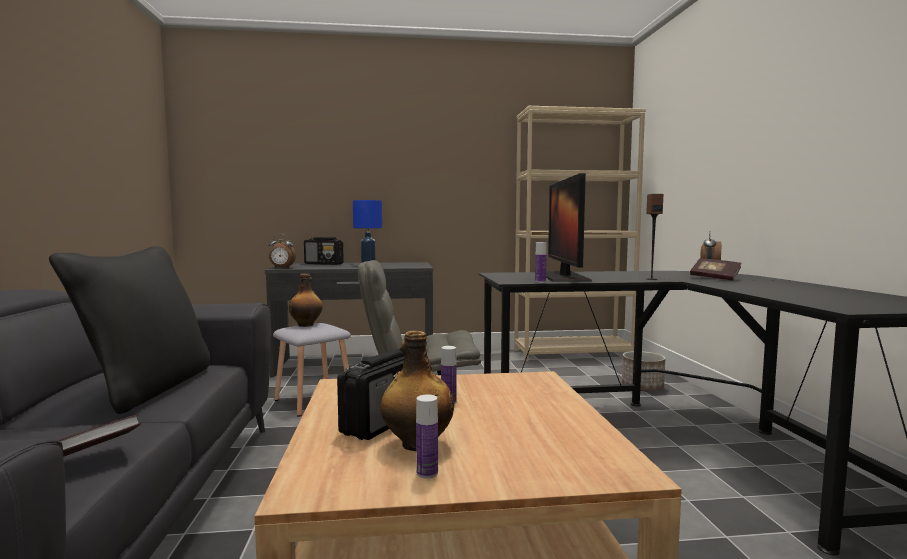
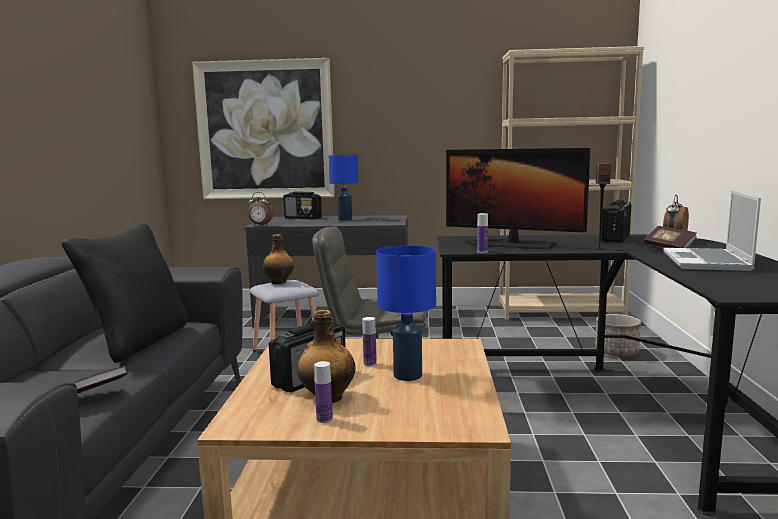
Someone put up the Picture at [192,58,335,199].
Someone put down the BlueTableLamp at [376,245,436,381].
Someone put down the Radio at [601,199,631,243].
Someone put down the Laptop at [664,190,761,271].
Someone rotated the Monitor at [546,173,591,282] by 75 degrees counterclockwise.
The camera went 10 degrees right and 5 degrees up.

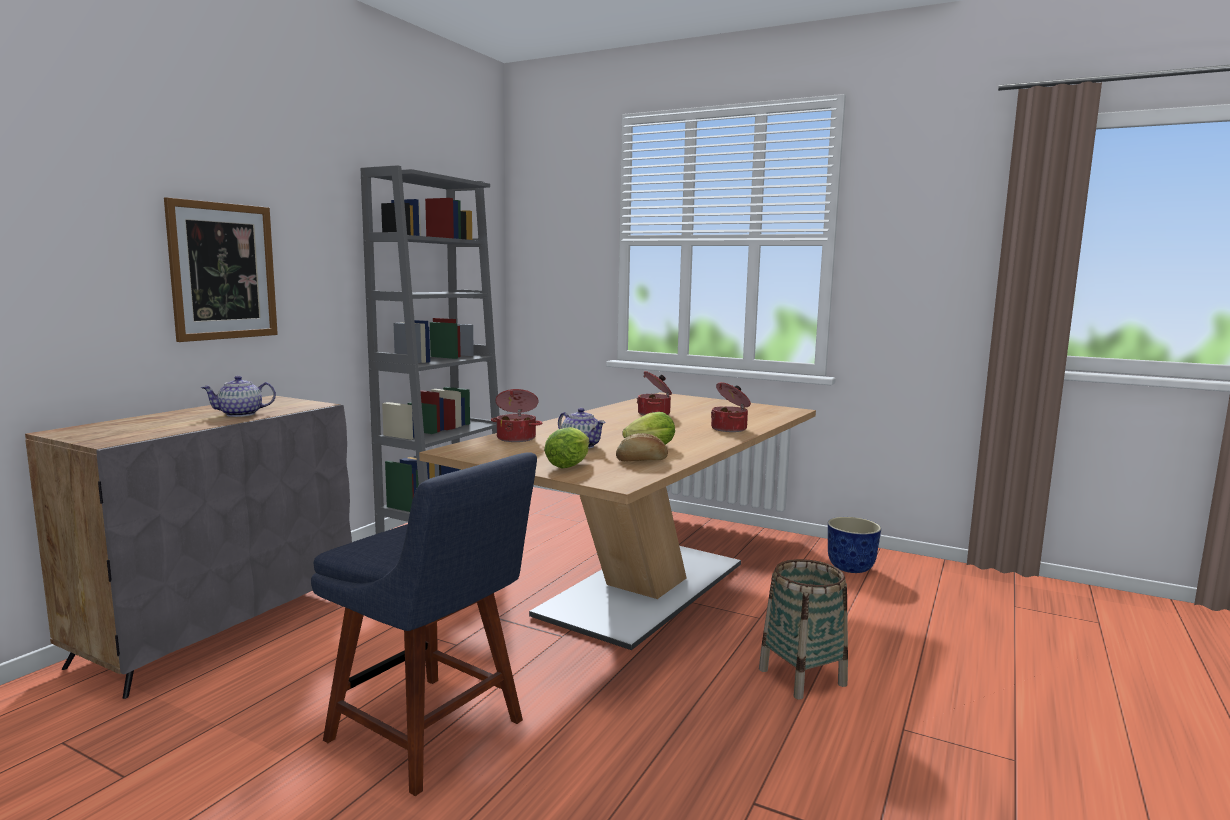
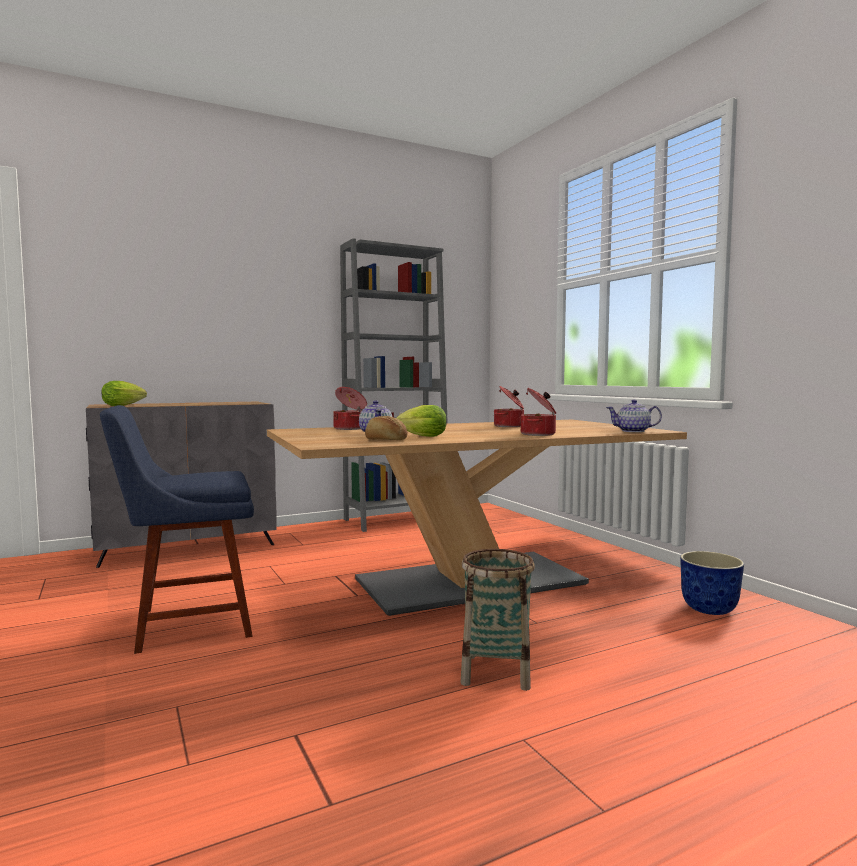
Someone took away the Picture at [164,197,278,342].
Someone carried the Teapot from [201,376,276,417] to [606,400,662,432].
Someone carried the Lettuce from [544,427,589,469] to [102,381,147,406].
Someone rotated the BlueChair at [311,452,537,796] by 90 degrees clockwise.
The camera went 35 degrees right and 5 degrees down.

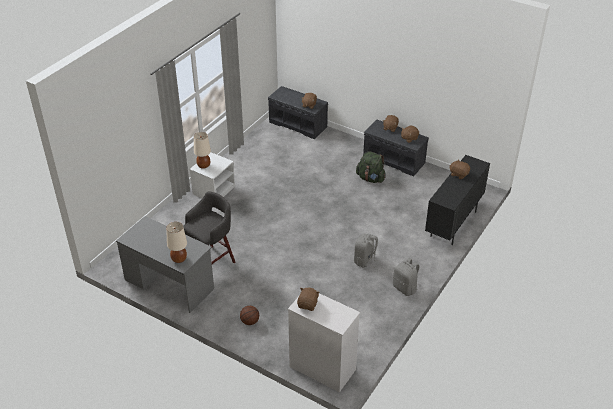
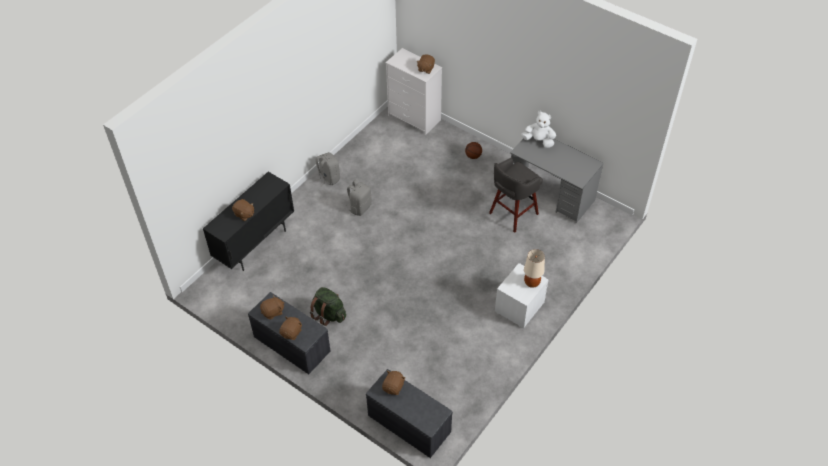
Someone swapped the BeigeTableLamp at [166,222,187,263] for the WhitePlushToy at [521,111,556,148].
The camera went 175 degrees left and 10 degrees up.

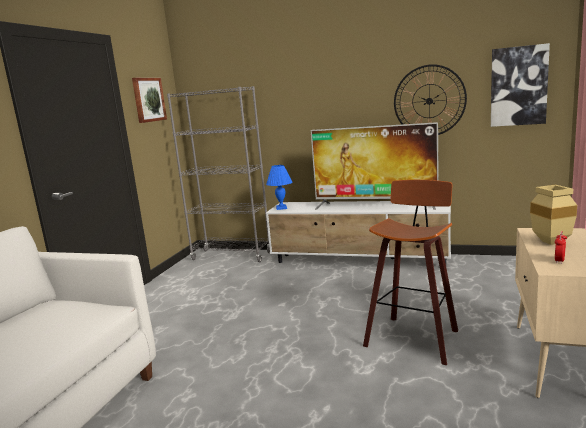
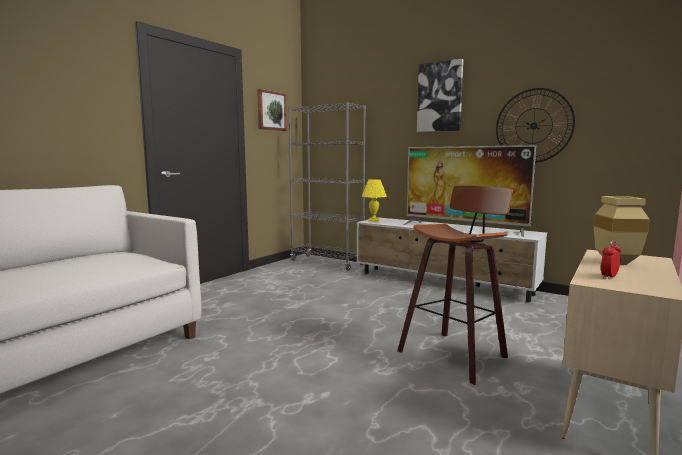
Someone carried the Picture from [491,43,550,127] to [417,59,463,132].
Someone repainted the BlueTableLamp at [266,165,292,210], which became the YellowTableLamp at [362,179,387,222].
The camera went 15 degrees right and 5 degrees down.

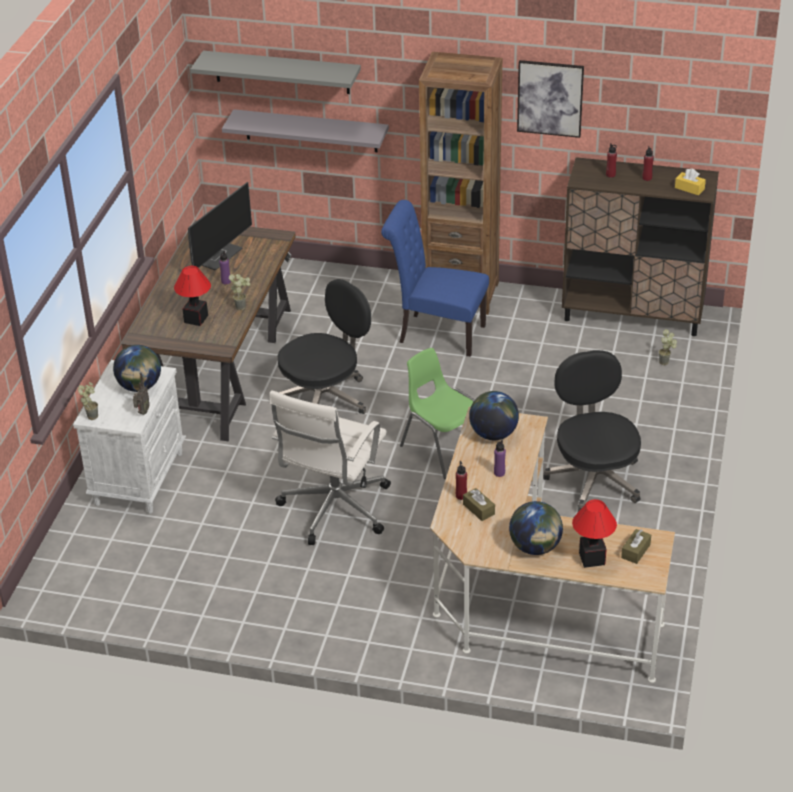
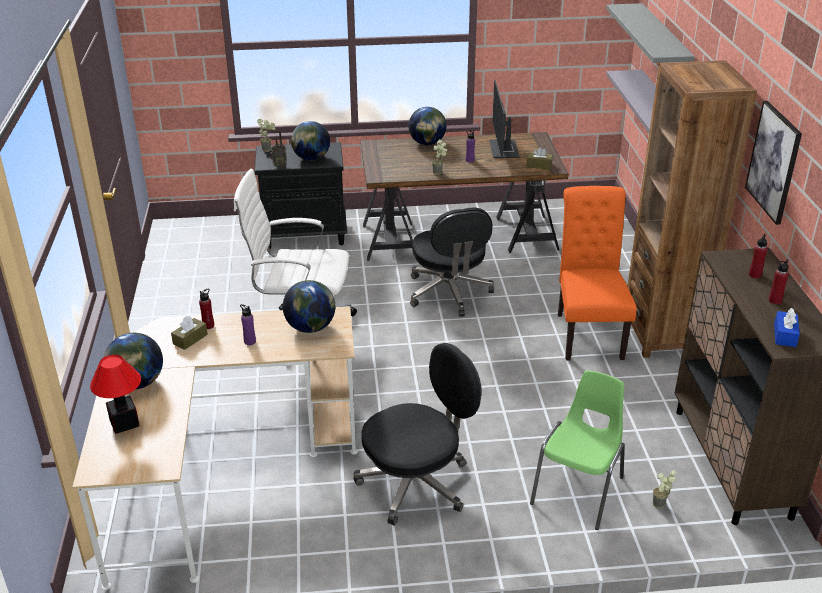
Someone took away the TableLamp at [174,266,211,326].
Someone put down the Globe at [408,107,446,145].
Someone carried the GreenChair from [400,348,475,479] to [530,370,625,530].
Someone carried the BrownTissueBox from [621,529,651,564] to [527,147,553,169].
Someone repainted the WhiteNightstand at [73,360,186,514], which became the BlackNightstand at [254,142,347,249].
Someone repainted the BlueChair at [381,200,489,357], which became the OrangeChair at [558,186,637,361].
Someone repainted the YellowTissueBox at [675,168,706,195], which became the BlueTissueBox at [774,308,800,347].
Someone rotated the Monitor at [188,182,252,271] by 75 degrees clockwise.
Someone rotated the BlackOfficeChair at [278,279,371,414] by 45 degrees clockwise.
The camera went 70 degrees right and 5 degrees down.

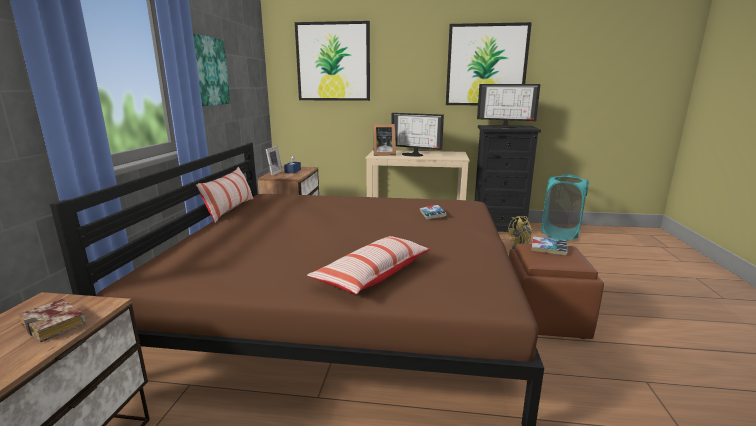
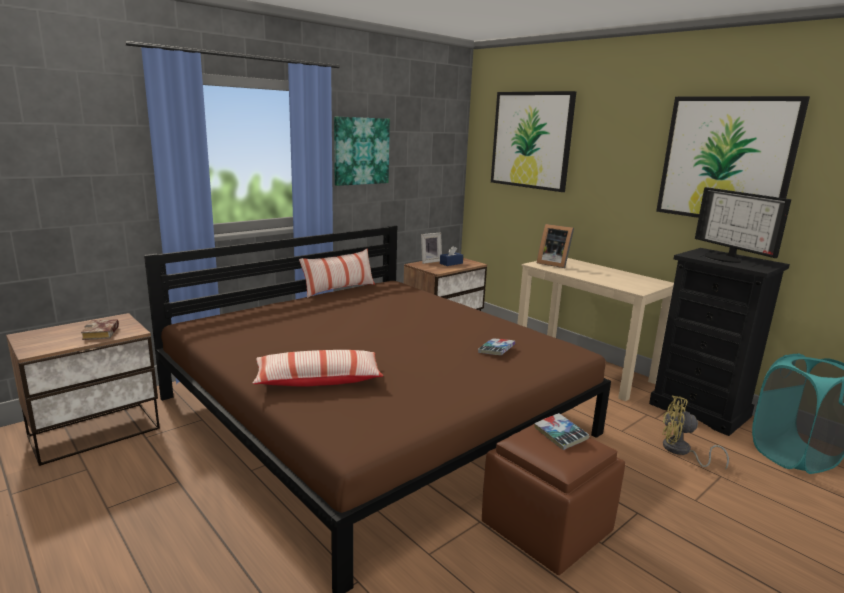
Someone took away the Monitor at [391,113,444,157].
The camera went 40 degrees right and 0 degrees up.

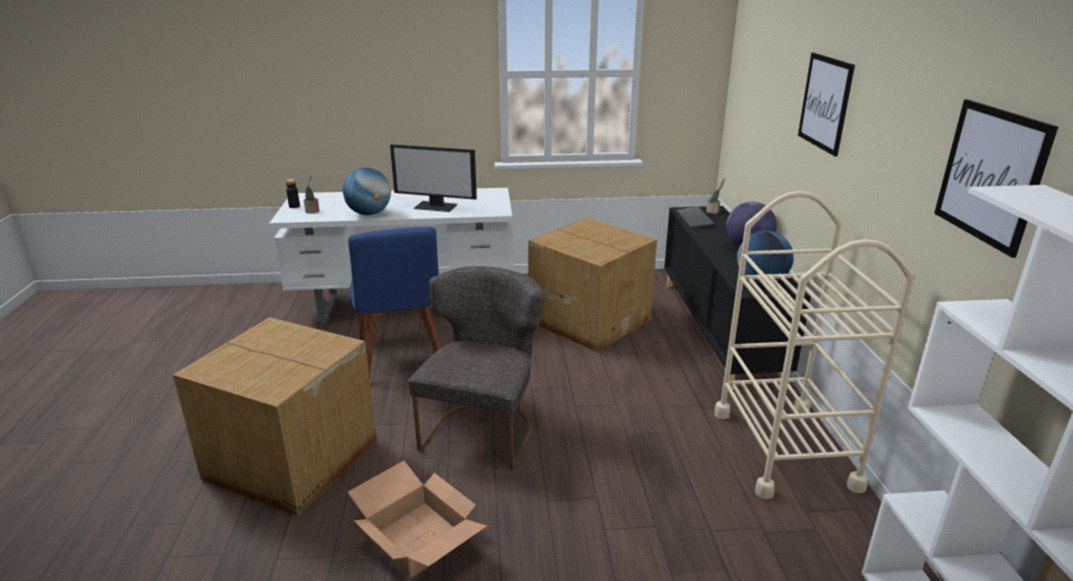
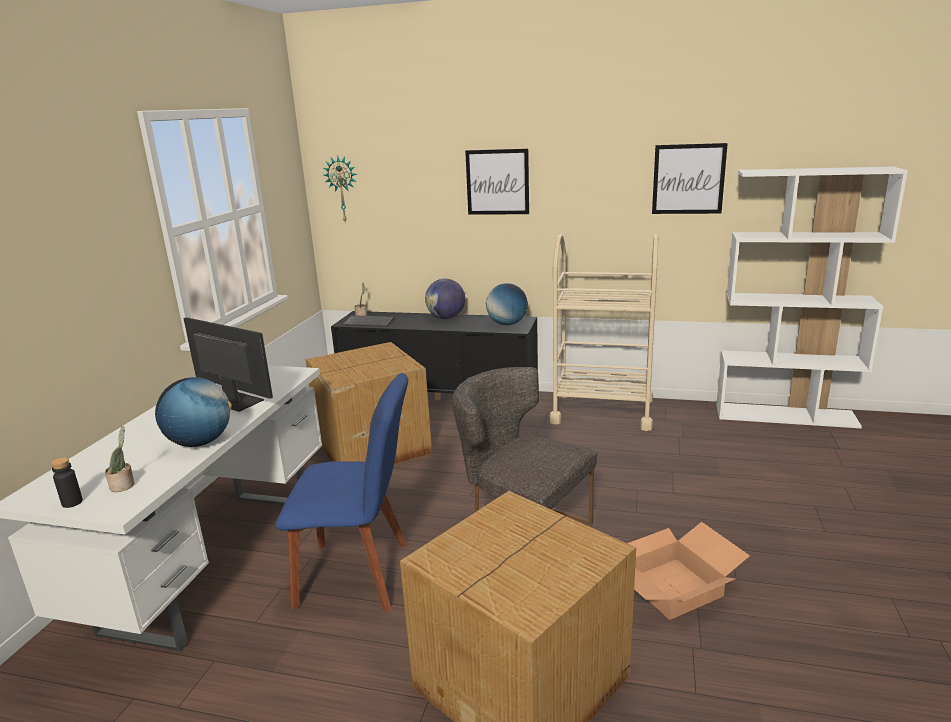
Someone put up the WallClock at [324,156,357,224].
Someone rotated the Monitor at [390,144,477,212] by 90 degrees counterclockwise.
The camera went 70 degrees left and 5 degrees down.

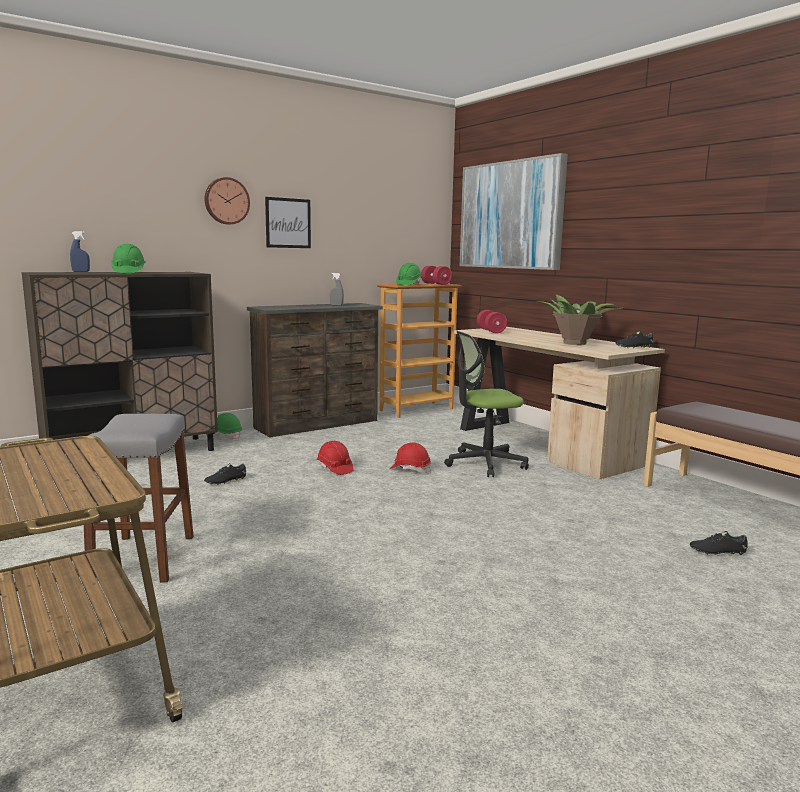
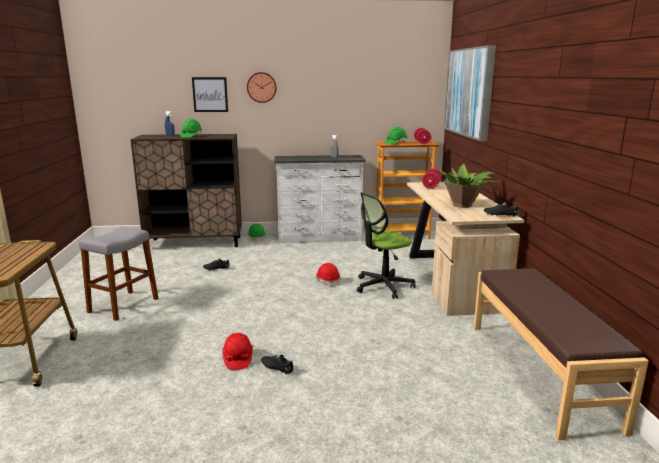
Someone carried the Picture from [265,197,311,248] to [192,77,228,112].
Someone carried the RedHardHat from [317,441,354,475] to [222,333,253,370].
Someone carried the BlackShoe from [690,531,748,555] to [261,355,293,375].
Someone repainted the BrownDresser at [247,303,383,438], which became the WhiteDresser at [274,155,366,243].
Someone rotated the OfficeChair at [444,331,529,477] by 45 degrees counterclockwise.
The camera went 30 degrees right and 5 degrees up.

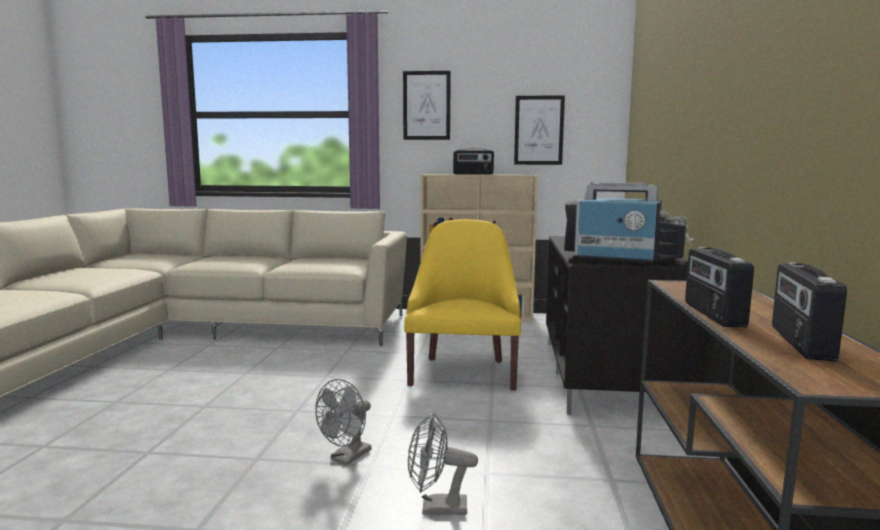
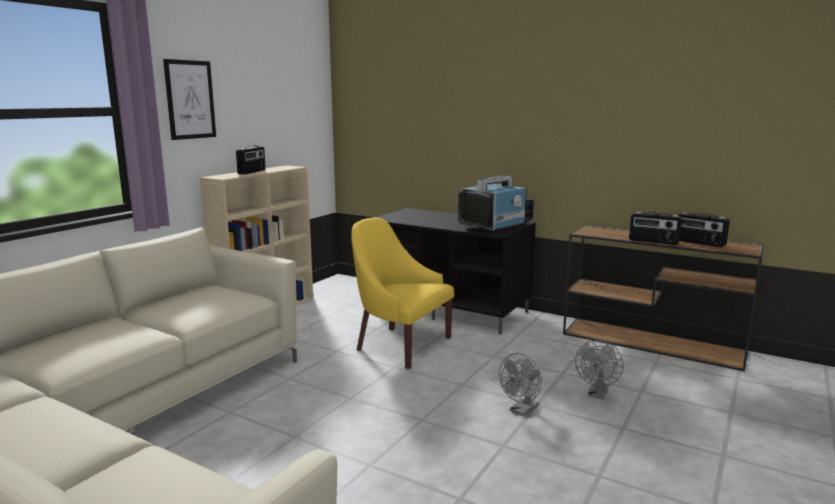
Someone took away the Picture at [514,95,565,165].
Someone rotated the GreyFan at [315,379,372,465] by 75 degrees clockwise.
The camera went 65 degrees left and 5 degrees up.

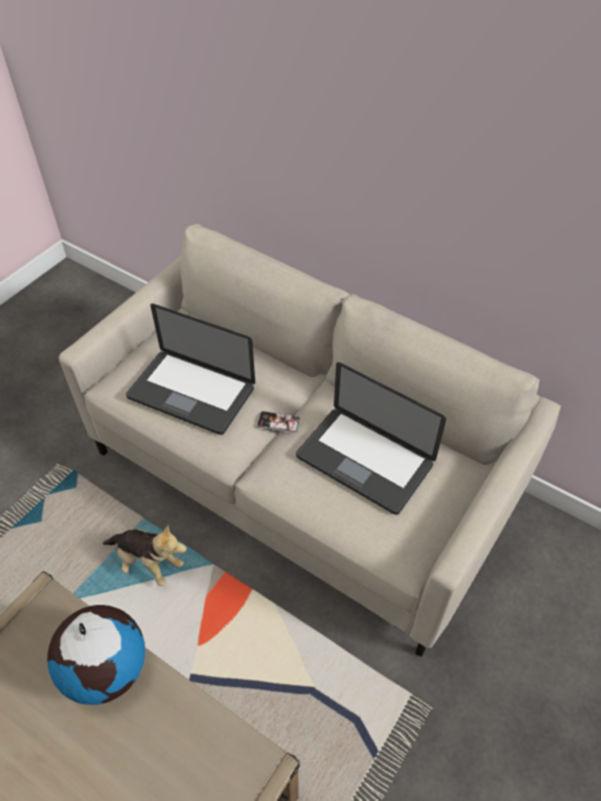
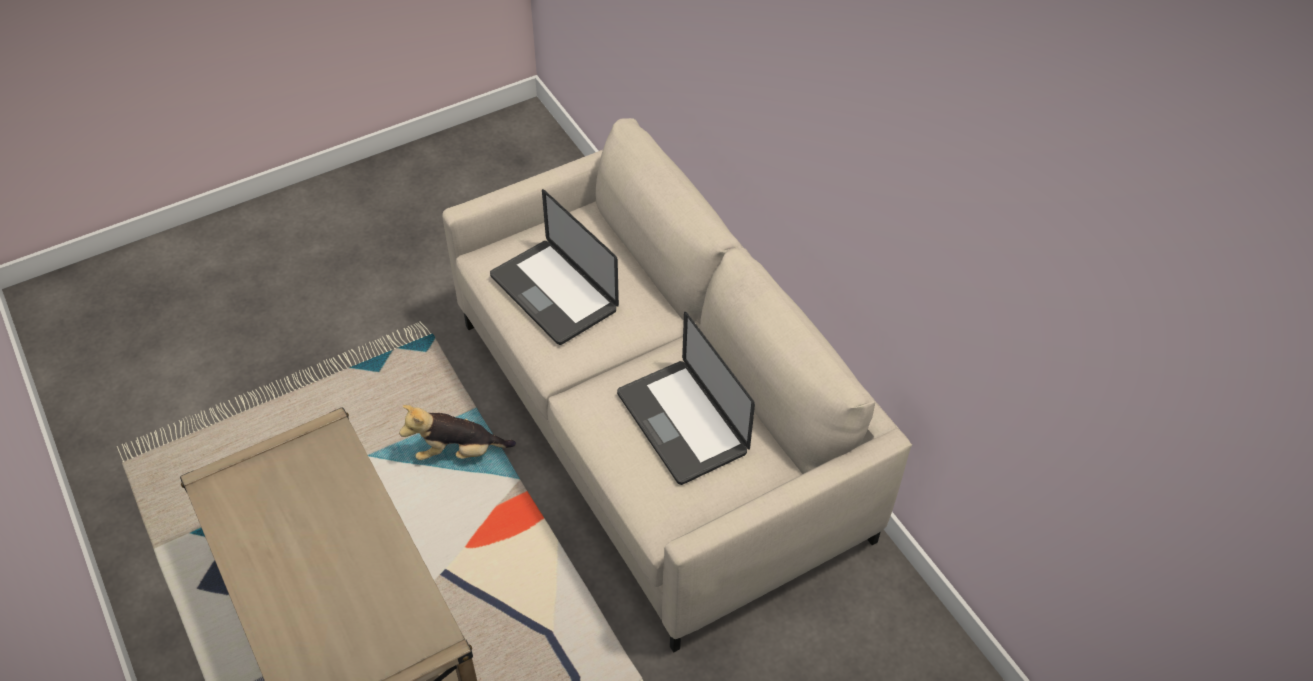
Someone took away the Globe at [47,605,145,705].
Someone took away the Phone at [257,411,300,433].
Someone rotated the PlushToy at [103,525,187,586] by 120 degrees clockwise.
The camera went 25 degrees right and 0 degrees up.

